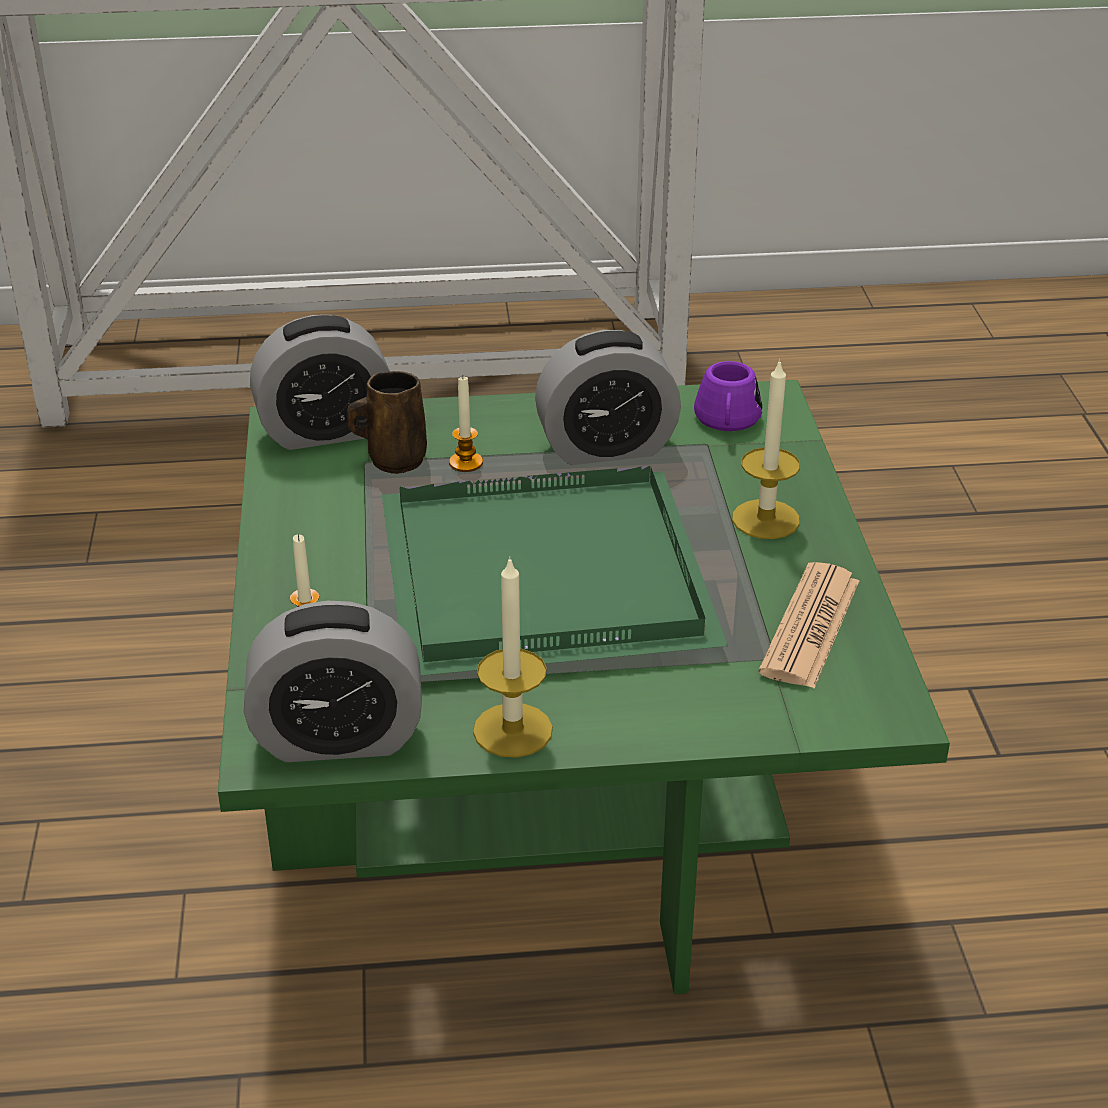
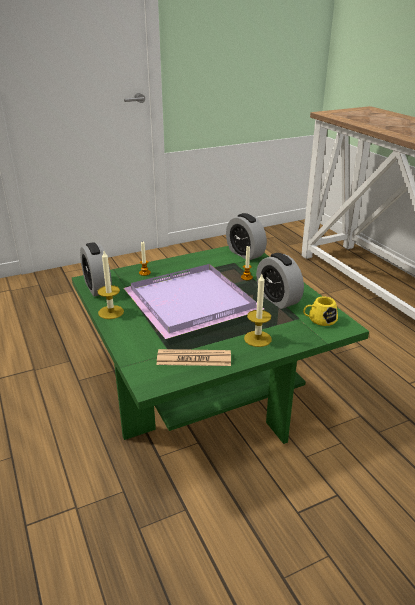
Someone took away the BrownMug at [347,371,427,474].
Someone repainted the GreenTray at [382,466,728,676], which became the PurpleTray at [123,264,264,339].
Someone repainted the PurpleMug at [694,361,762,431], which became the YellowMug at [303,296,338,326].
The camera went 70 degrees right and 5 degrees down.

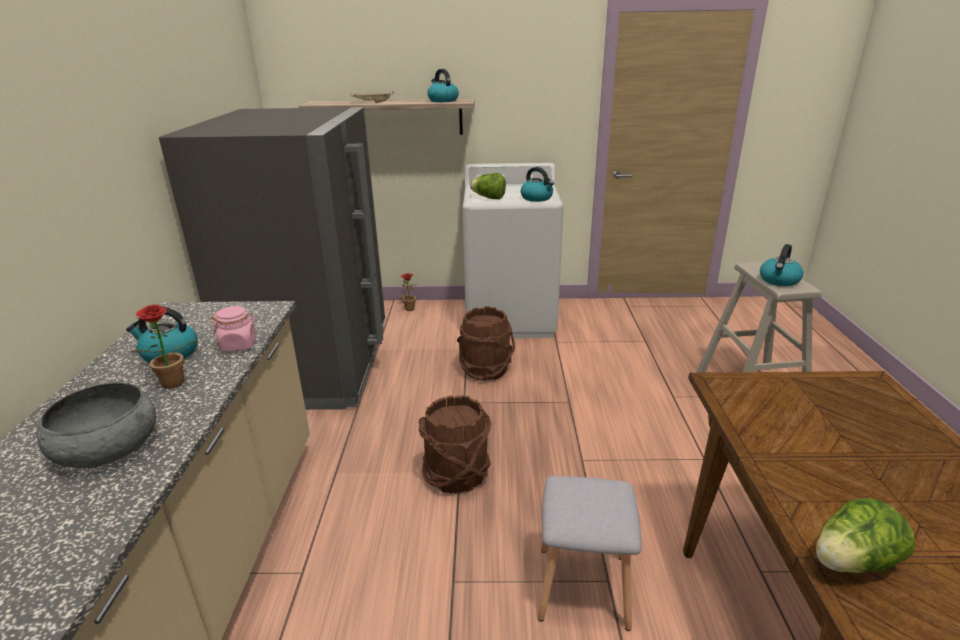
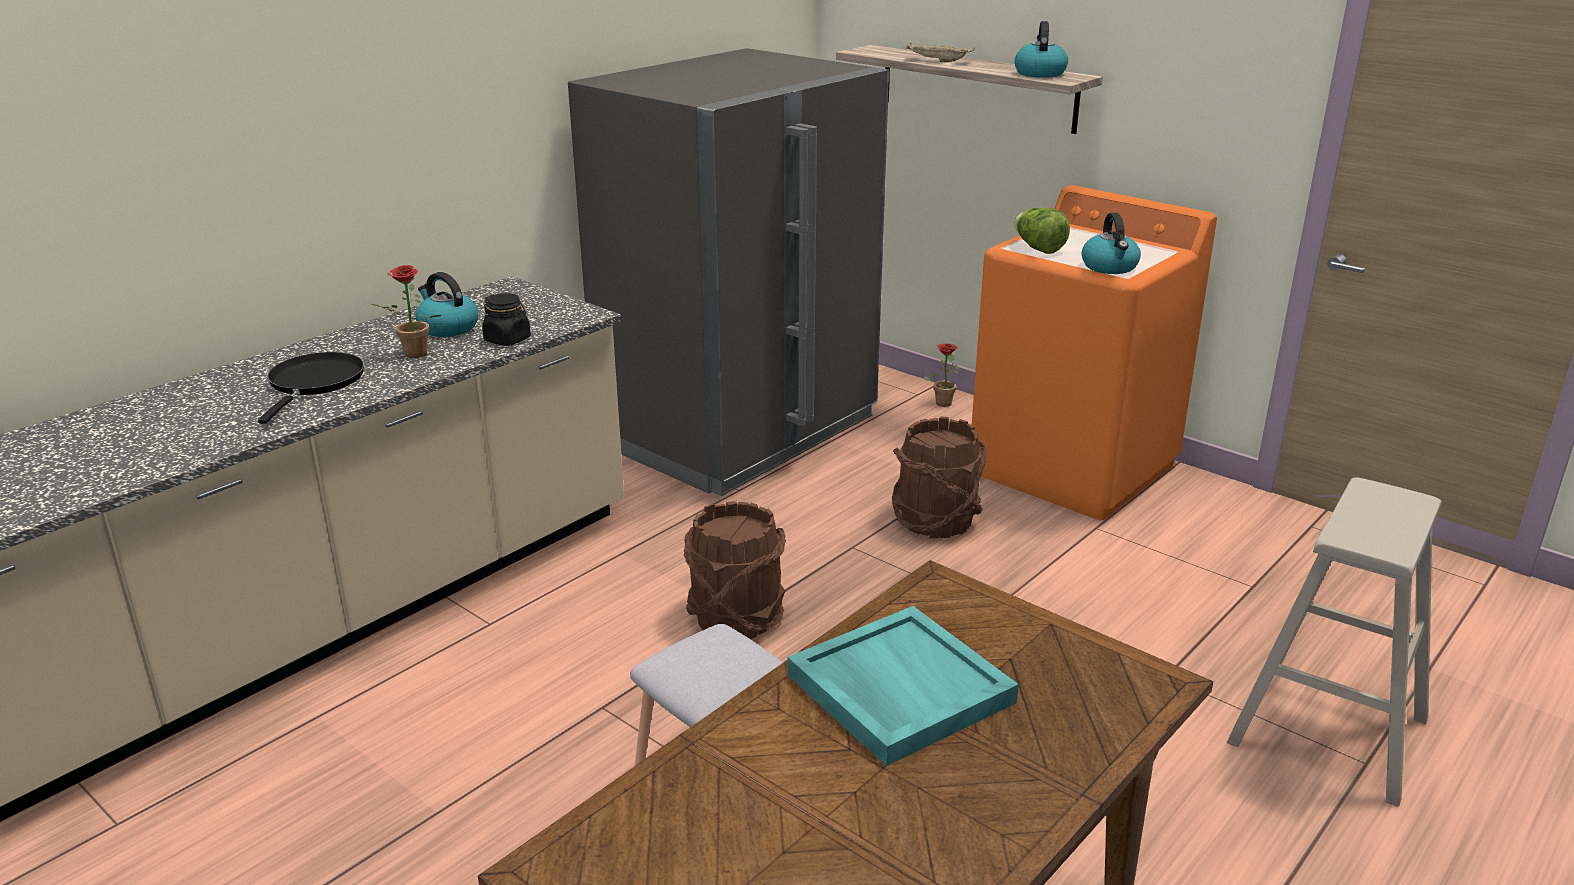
Someone took away the Kettle at [760,244,803,286].
Someone took away the Lettuce at [816,498,916,573].
Someone put down the TurquoiseTray at [788,606,1019,766].
Someone swapped the GreyBowl at [36,382,157,469] for the BlackFryingPan at [258,352,364,424].
Someone repainted the PinkJar at [211,306,256,352], which became the BlackJar at [482,293,531,346].
Someone repainted the WhiteWashingMachine at [462,163,564,338], which became the OrangeWashingMachine at [972,185,1217,521].
The camera went 40 degrees right and 0 degrees up.

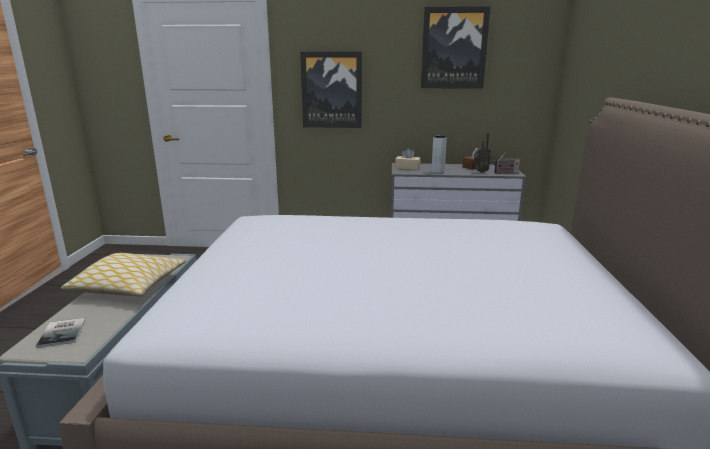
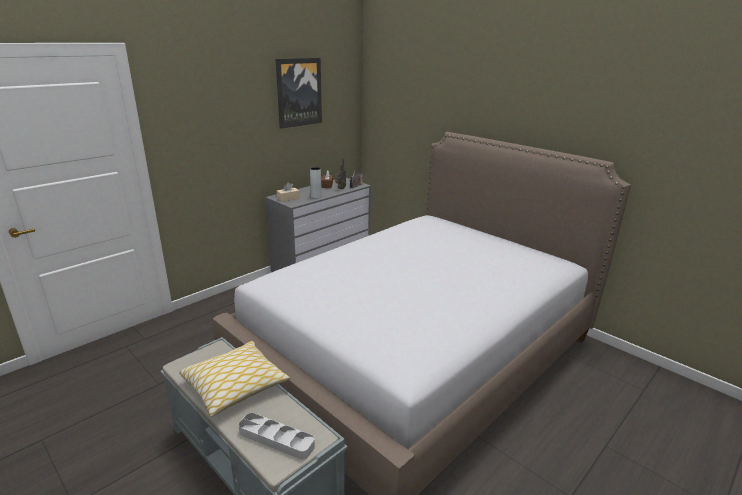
Someone took away the Picture at [300,52,362,128].
Someone swapped the Book at [36,318,86,348] for the GreyTray at [238,413,315,460].
The camera went 50 degrees left and 5 degrees up.

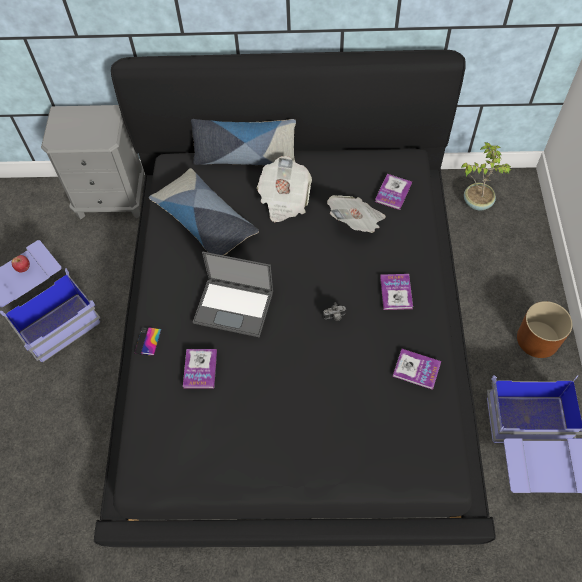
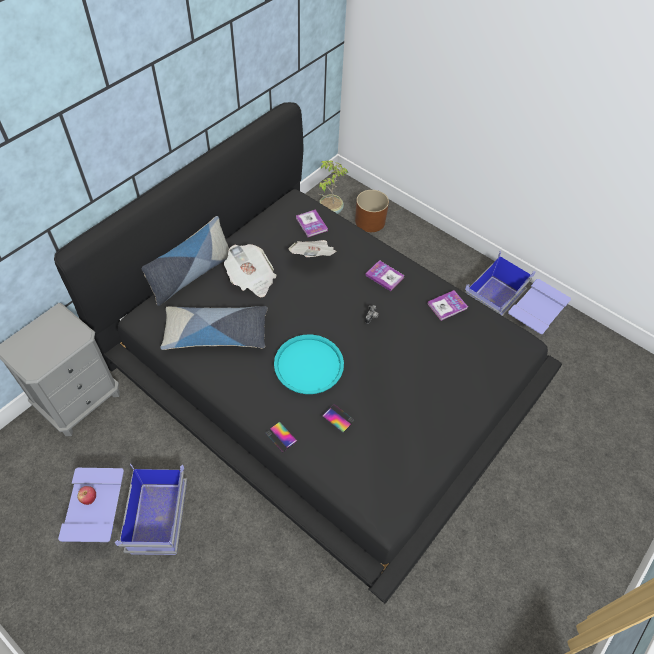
Someone carried the BrownPlanter from [517,301,572,358] to [355,190,389,232].
Someone swapped the Book at [183,349,217,389] for the Phone at [322,404,355,433].
Someone swapped the Laptop at [193,252,273,338] for the TurquoiseTray at [274,335,344,394].
The camera went 55 degrees left and 5 degrees down.

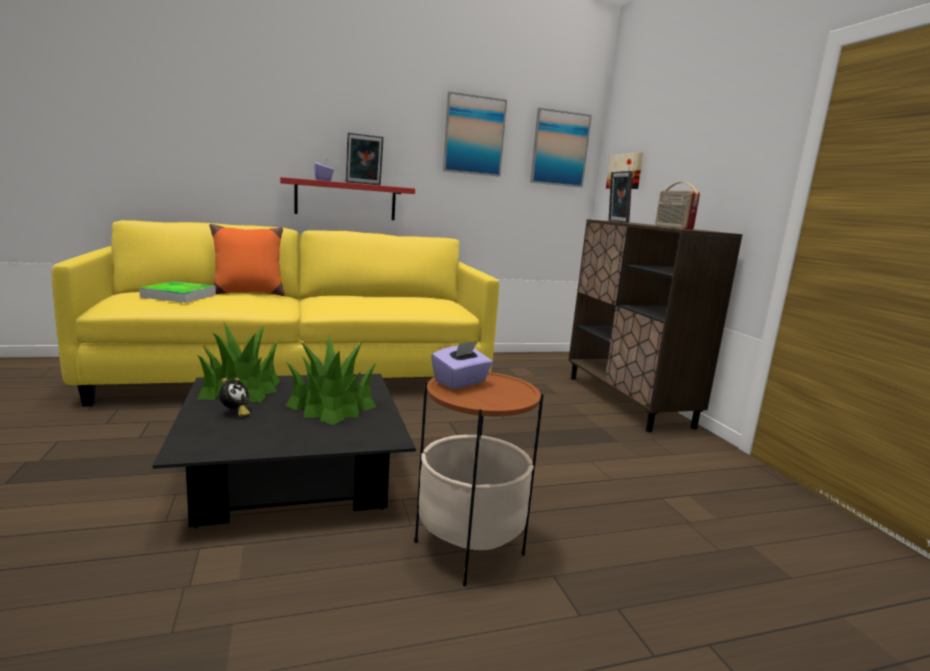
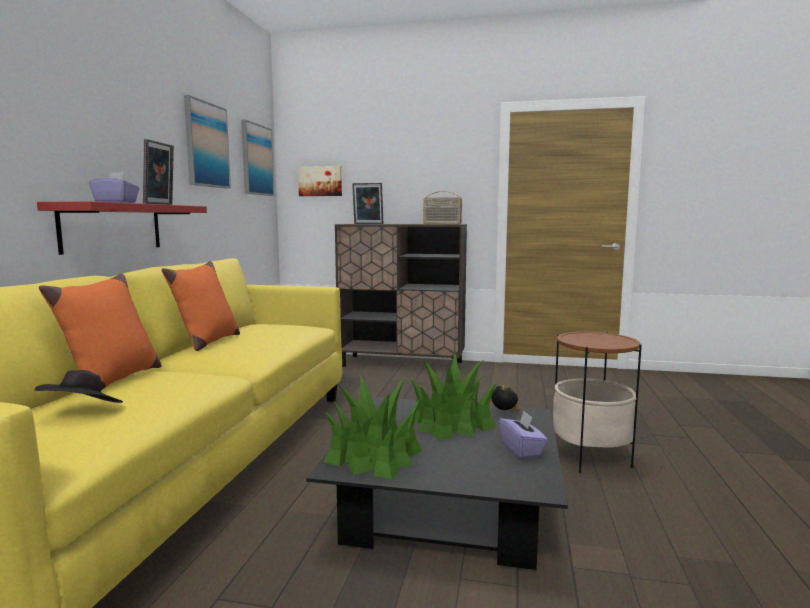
Someone put down the OrangePillow at [162,261,240,351].
Someone carried the AlarmClock from [219,378,250,417] to [491,385,521,411].
Someone carried the PurpleTissueBox from [431,341,493,389] to [499,411,548,459].
Someone swapped the Tray at [139,281,216,303] for the BlackHat at [35,370,123,403].
The camera went 60 degrees left and 5 degrees down.

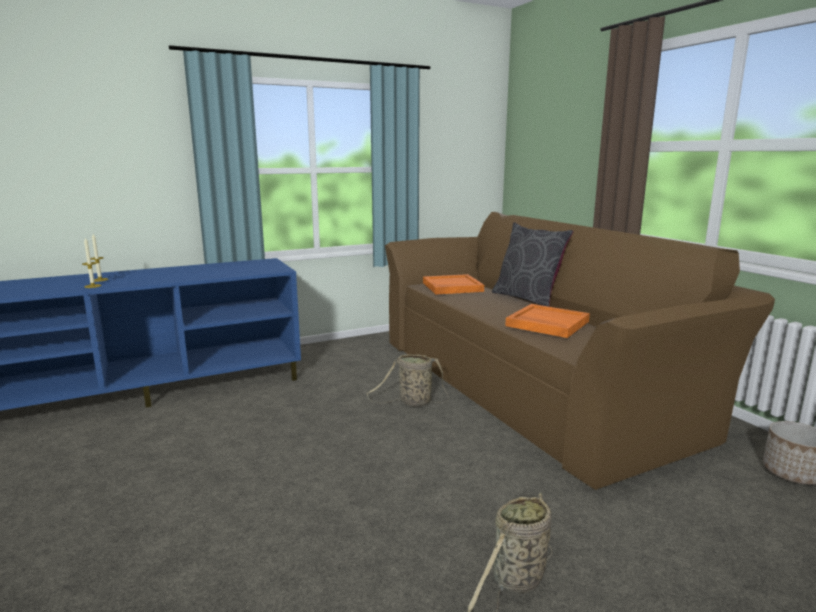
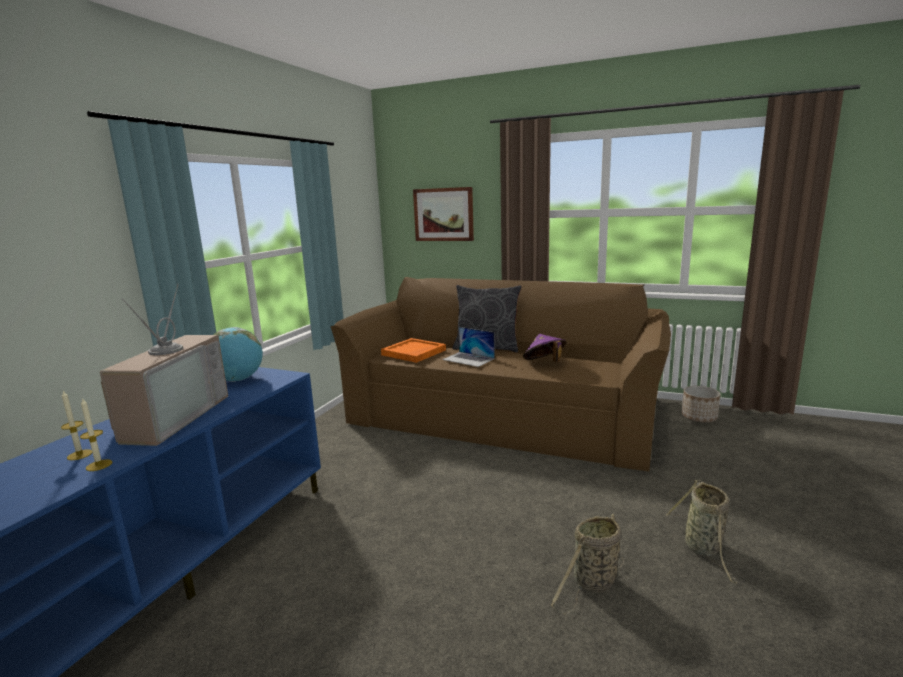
Someone put down the Television at [100,284,228,446].
Someone put down the Globe at [213,327,263,382].
Someone put up the Picture at [413,187,474,241].
Someone put down the Laptop at [442,327,495,367].
Someone carried the Basket from [367,354,449,407] to [551,514,624,614].
Someone swapped the OrangeTray at [505,304,590,338] for the PurpleHat at [523,334,567,362].
The camera went 40 degrees left and 0 degrees up.

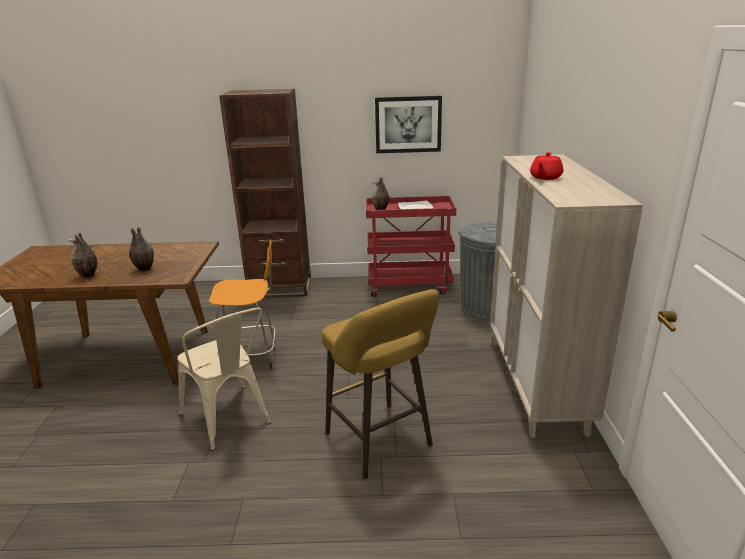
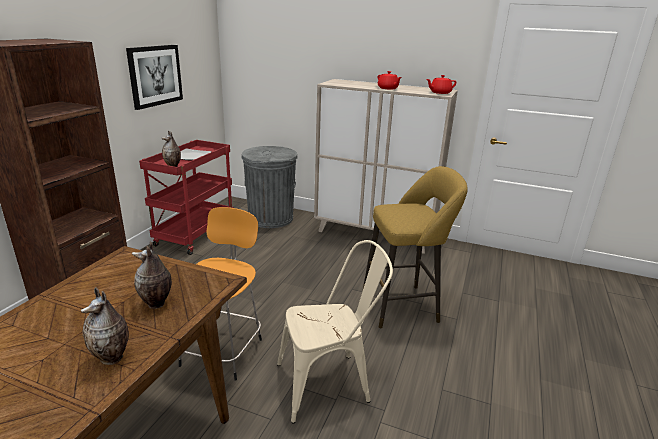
Someone put down the RedTeapot at [426,75,456,94].
The camera went 70 degrees left and 0 degrees up.

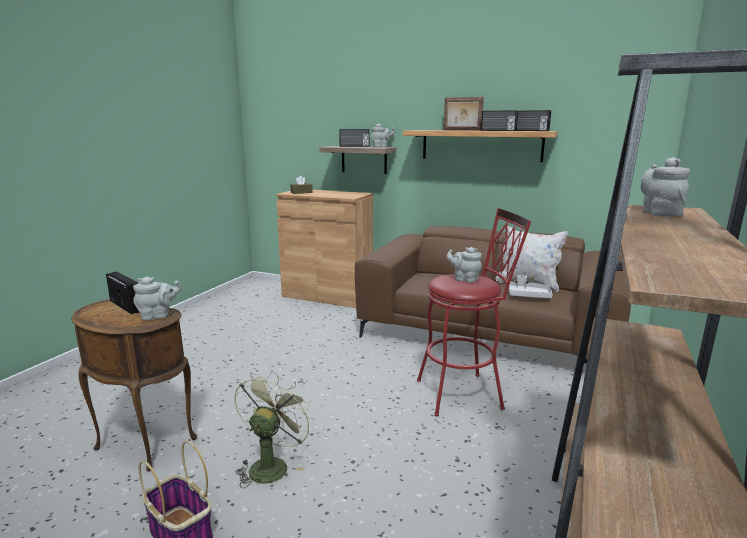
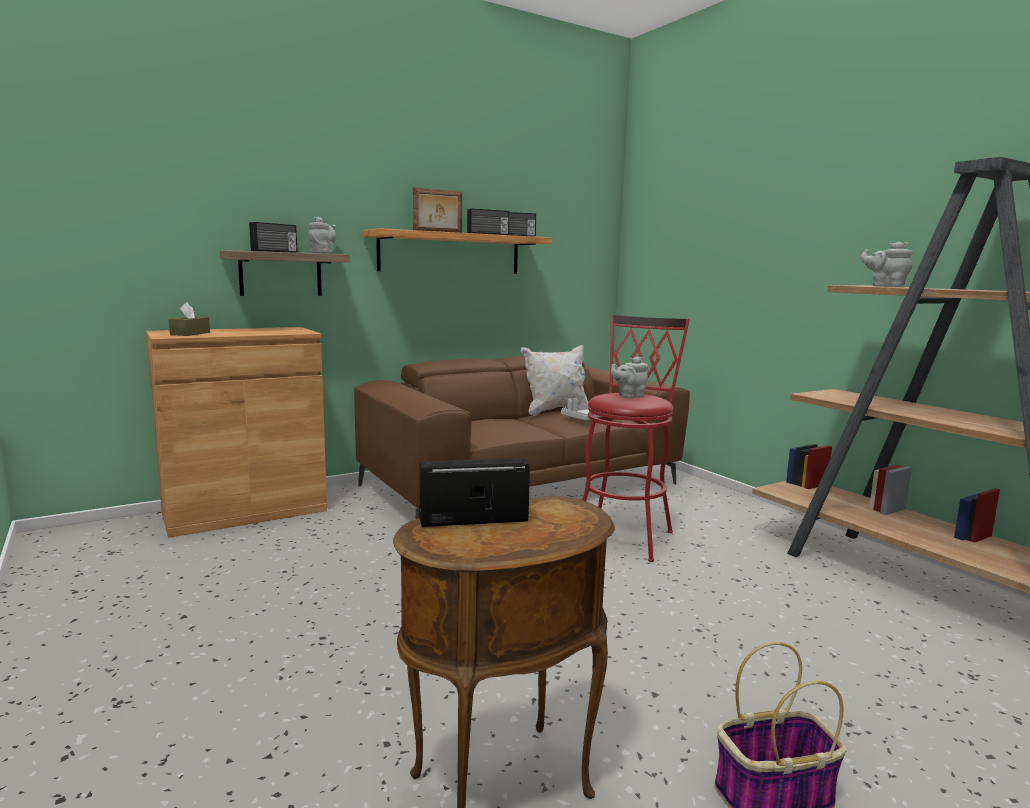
Someone took away the GreyTeapot at [133,277,182,320].
Someone took away the GreenFan at [234,371,315,488].
The camera went 55 degrees left and 5 degrees down.

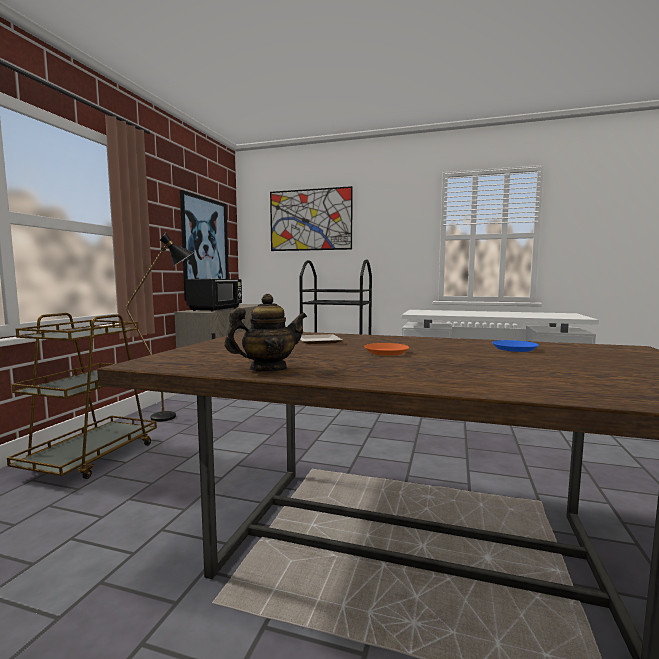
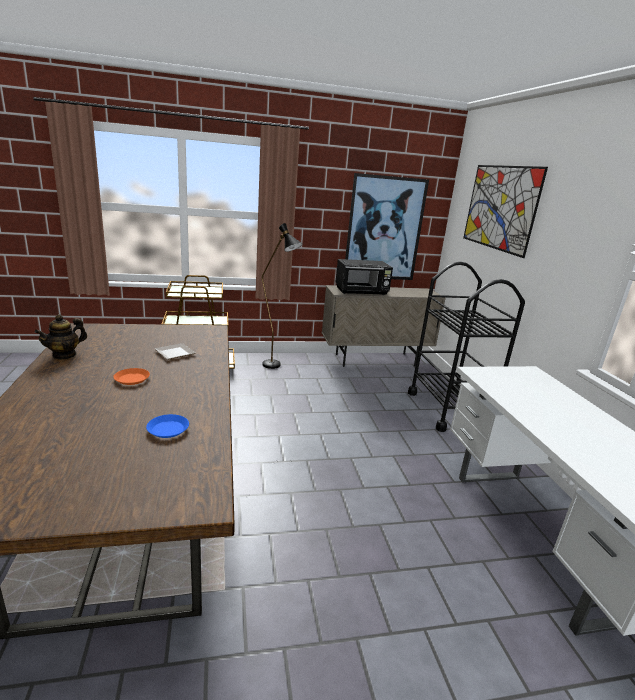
Someone rotated the Teapot at [224,294,307,372] by 90 degrees clockwise.
The camera went 60 degrees right and 15 degrees up.

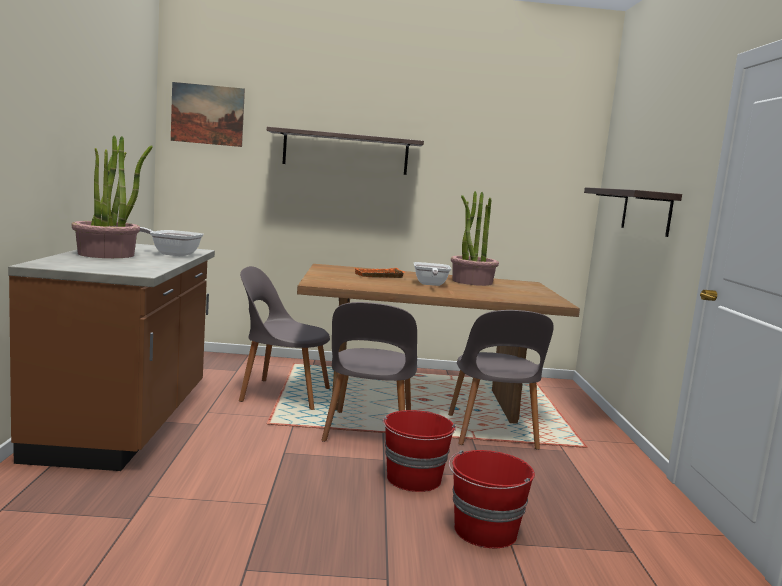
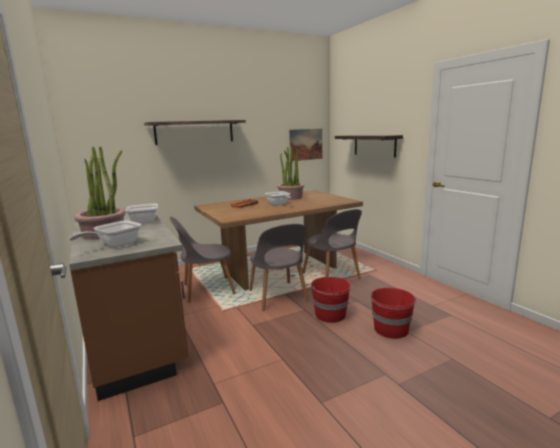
Someone put down the FryingPan at [69,220,141,247].
Someone carried the Picture from [171,82,245,147] to [289,129,322,161].
The camera went 25 degrees left and 5 degrees up.

